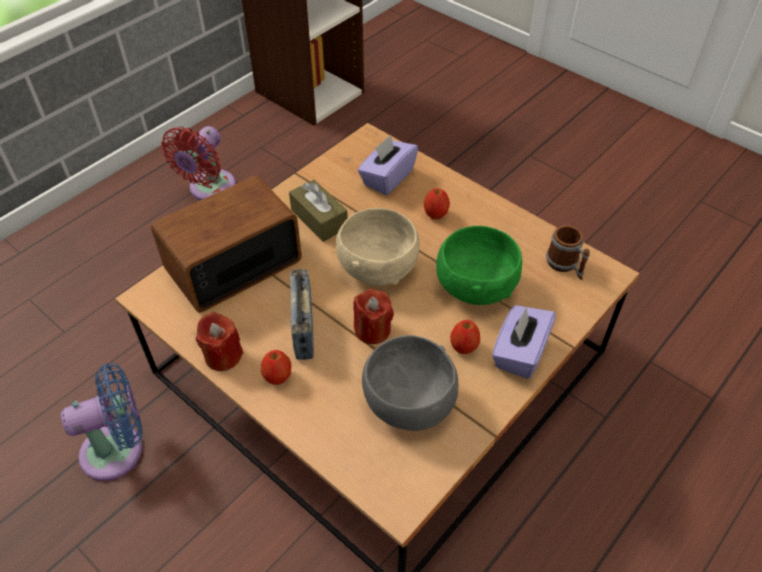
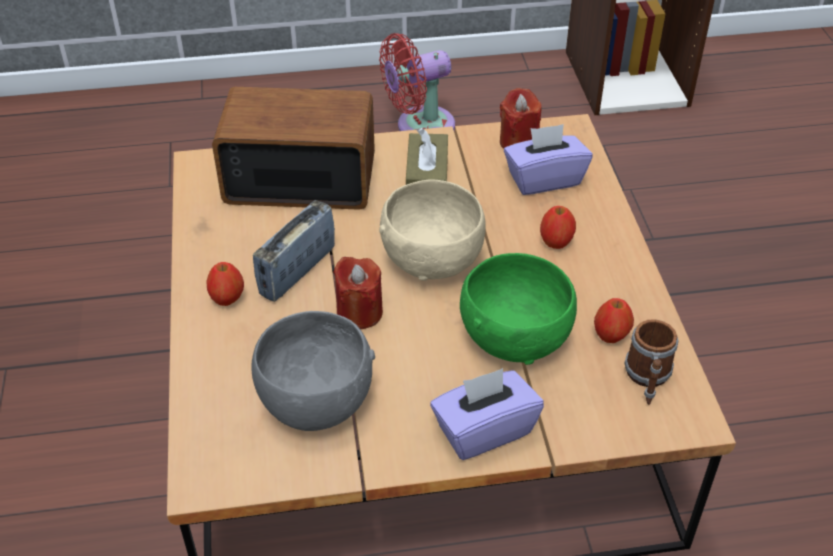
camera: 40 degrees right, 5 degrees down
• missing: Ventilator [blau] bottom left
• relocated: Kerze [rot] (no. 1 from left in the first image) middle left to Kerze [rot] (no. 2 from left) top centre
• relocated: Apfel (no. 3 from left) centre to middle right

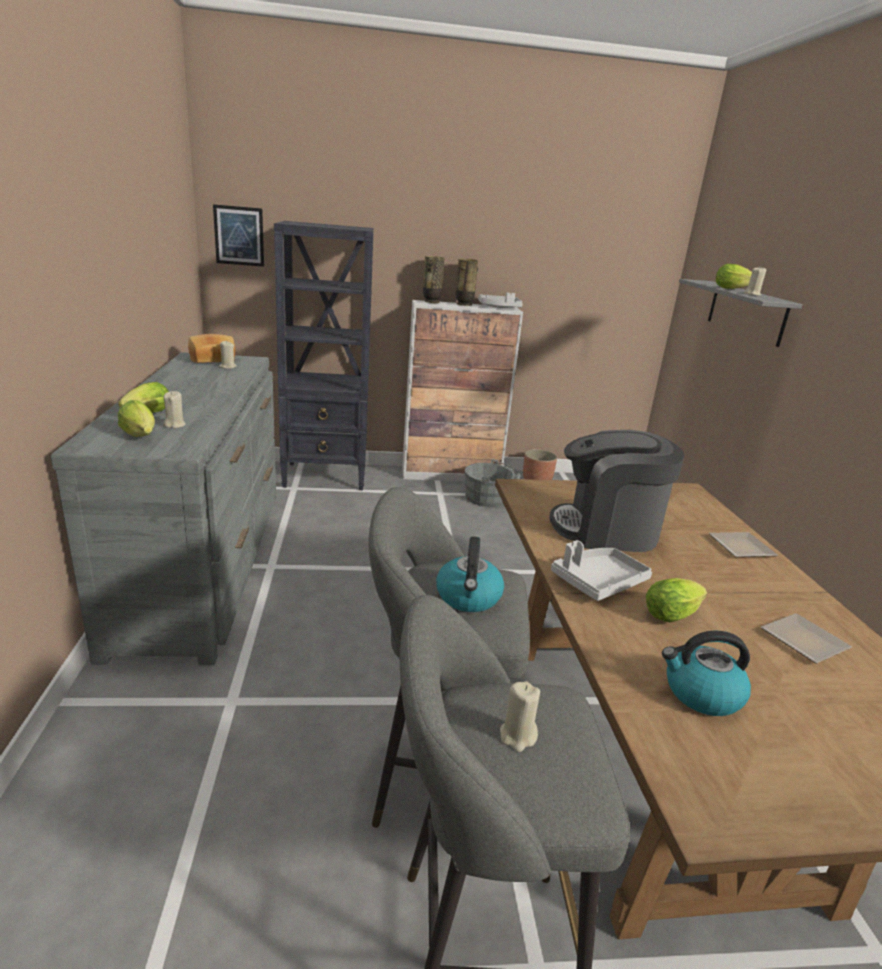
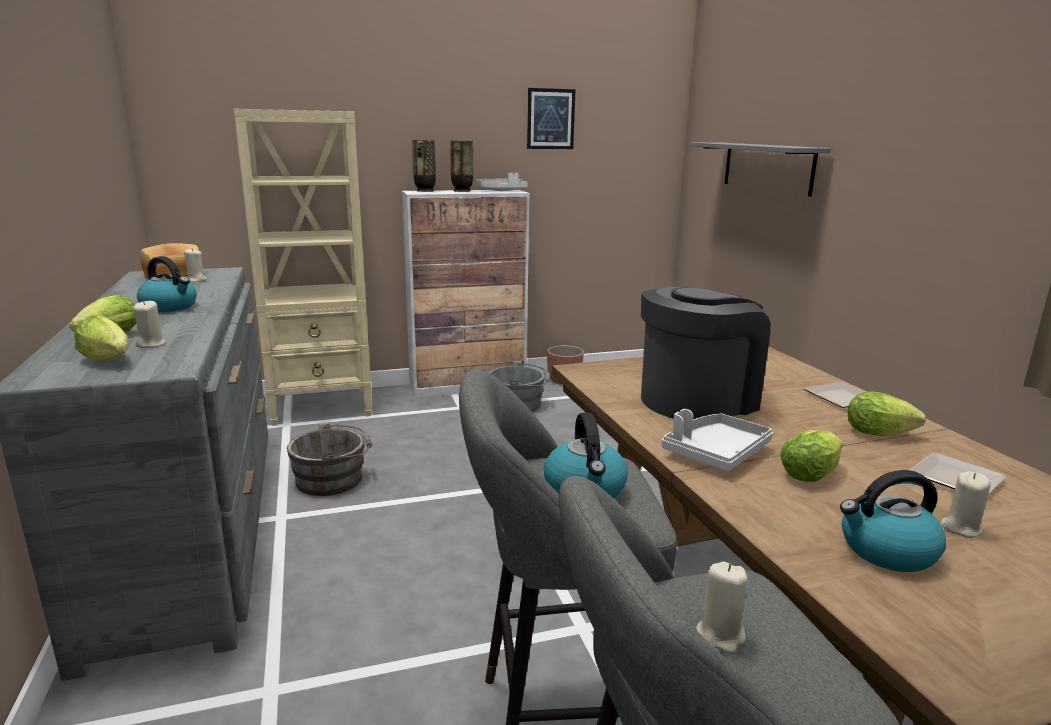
camera: 10 degrees left, 5 degrees down
• appeared: Wasserkessel (no. 1 from left) middle left
• appeared: Eimer [grau] (no. 1 from left) middle left
• relocated: Bild top left to top centre
• relocated: Salatkopf (no. 4 from left) top right to middle right
• relocated: Kerze [beige] (no. 4 from left) top right to bottom right
• colour: Bücherregal [schwarz] centre to Bücherregal [beige] middle left
• spun: Kaffeemaschine middle right = middle right 150 degrees clockwise

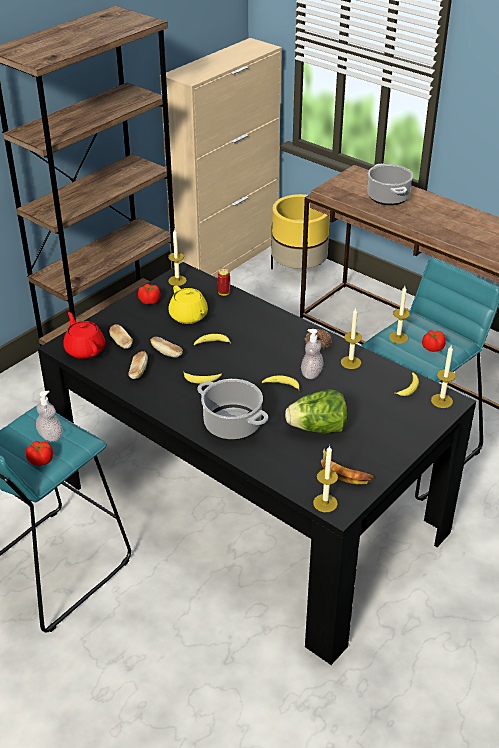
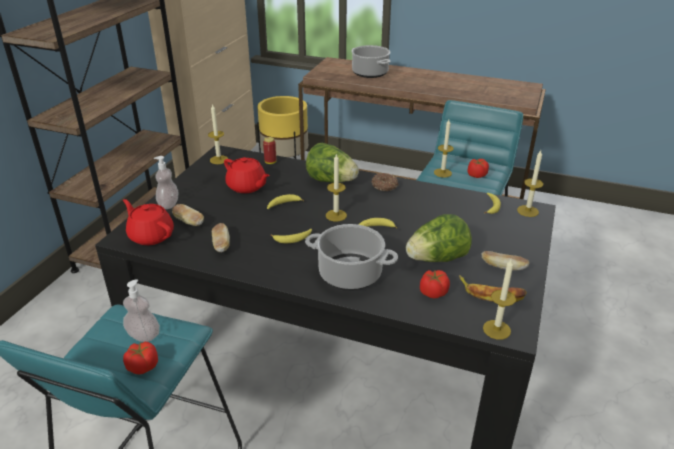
camera: 20 degrees left, 5 degrees down
• appeared: Salatkopf (no. 1 from left) centre
• relocated: Tomate (no. 2 from left) middle left to centre
• relocated: Brot (no. 3 from left) middle left to middle right
• relocated: Seifenspender (no. 2 from left) centre to middle left
• relocated: Kerze (no. 3 from left in the first image) middle right to Kerze (no. 2 from left) centre
• colour: Teekanne [gelb] centre to Teekanne [rot] (no. 2 from left) centre

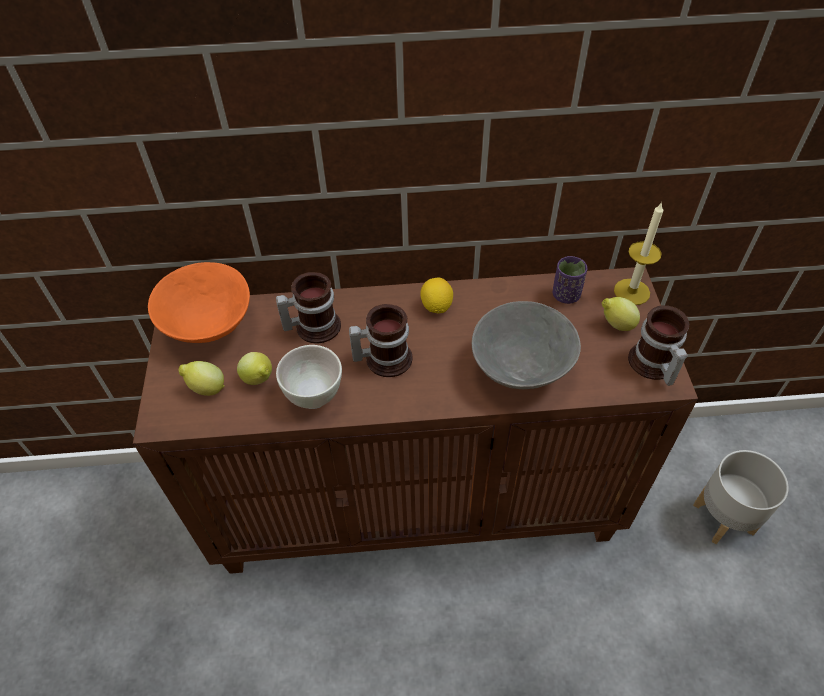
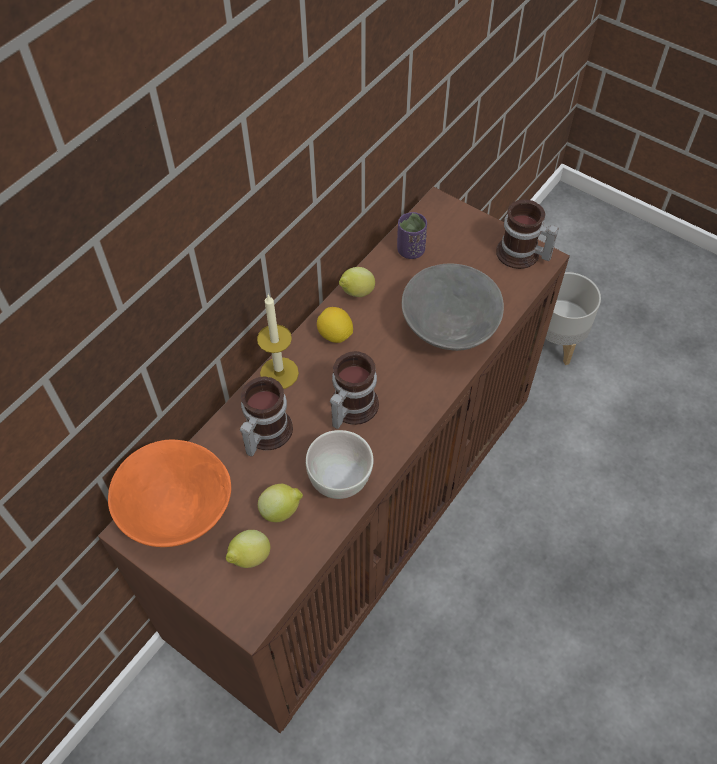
camera: 50 degrees left, 5 degrees up
• relocated: Zitrone (no. 4 from left) middle right to centre
• relocated: Kerze middle right to centre

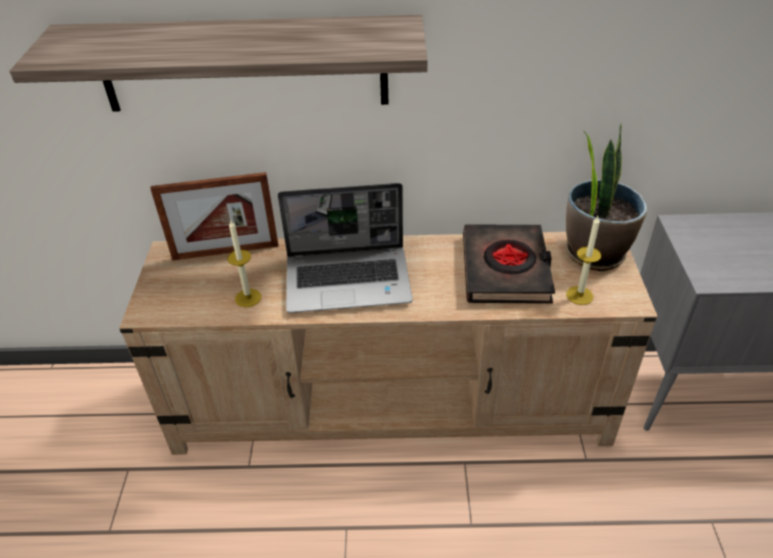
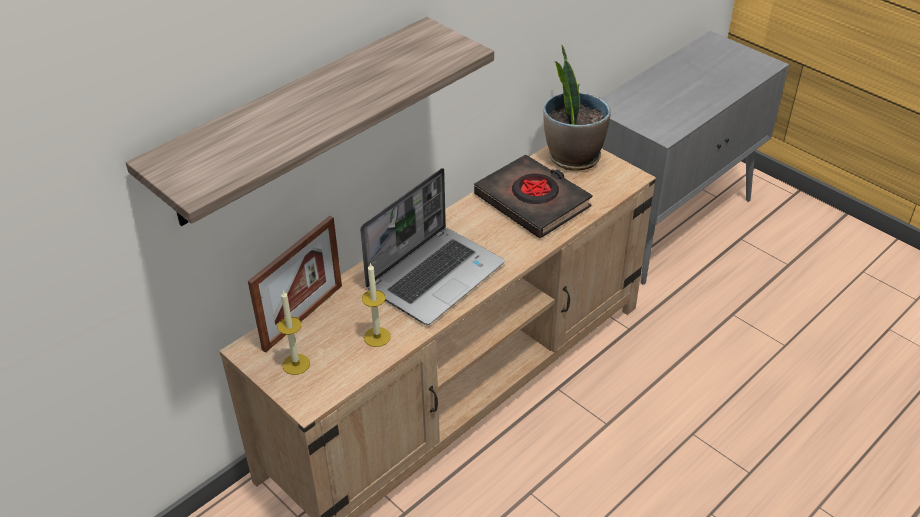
camera: 45 degrees left, 0 degrees up
• relocated: Kerze (no. 2 from left in the first image) middle right to Kerze (no. 1 from left) middle left

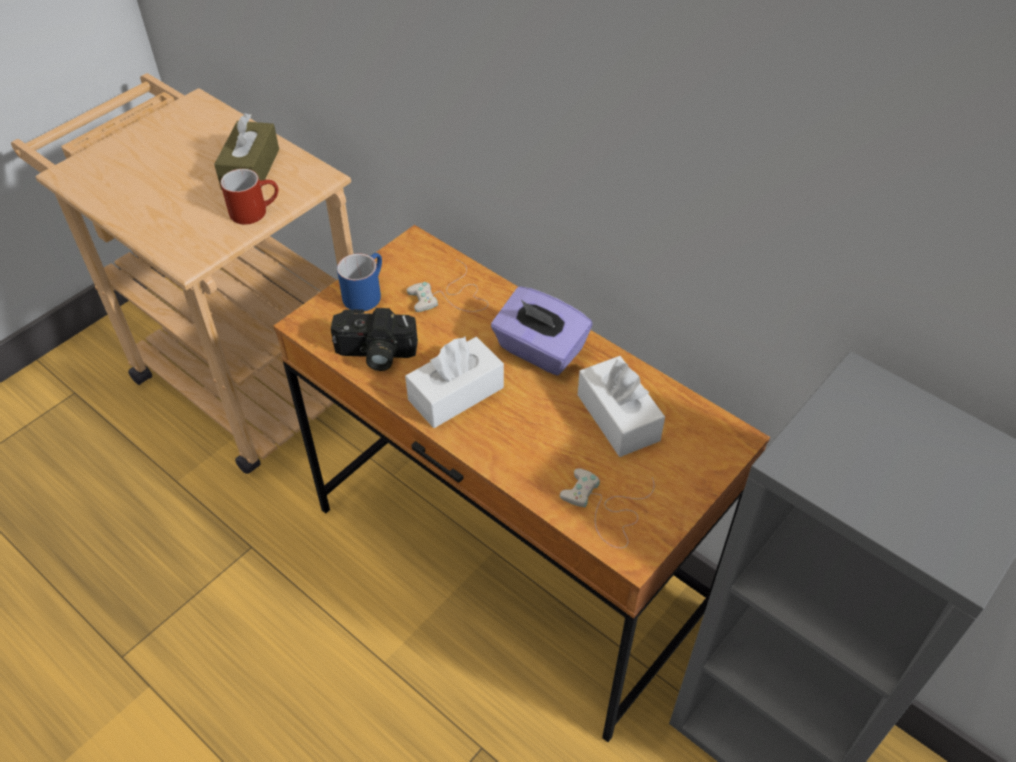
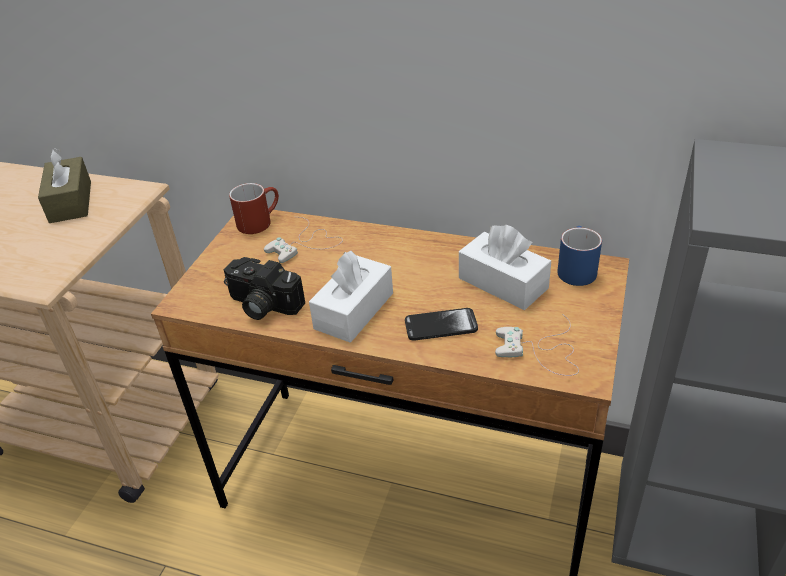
camera: 20 degrees left, 10 degrees down
• missing: Taschentuchbox [lila] centre
• appeared: Handy centre
• relocated: Henkelbecher [rot] top left to middle left
• relocated: Henkelbecher [blau] centre to middle right
• spun: Kamera centre = centre 45 degrees clockwise

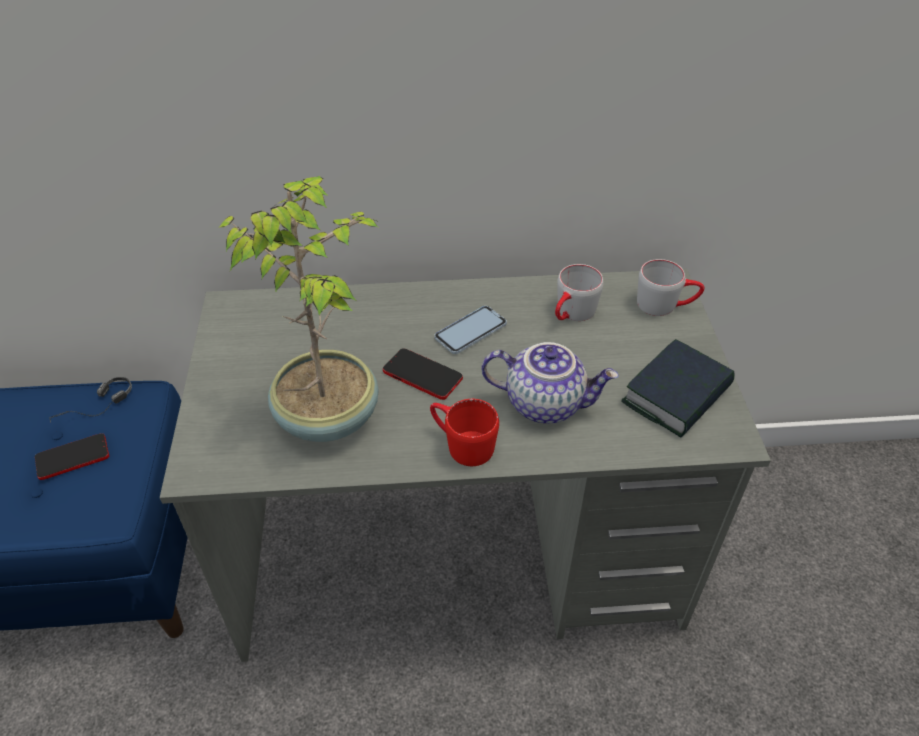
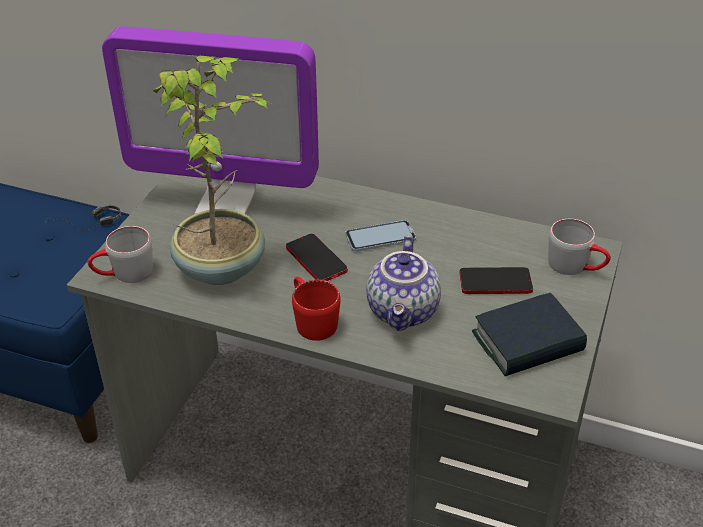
camera: 25 degrees right, 5 degrees down
• appeared: Monitor top left
• relocated: Handy (no. 1 from left in the first image) middle left to Handy (no. 3 from left) middle right
• relocated: Henkelbecher [grau] (no. 1 from left) centre to middle left
• spun: Teekanne centre = centre 60 degrees clockwise

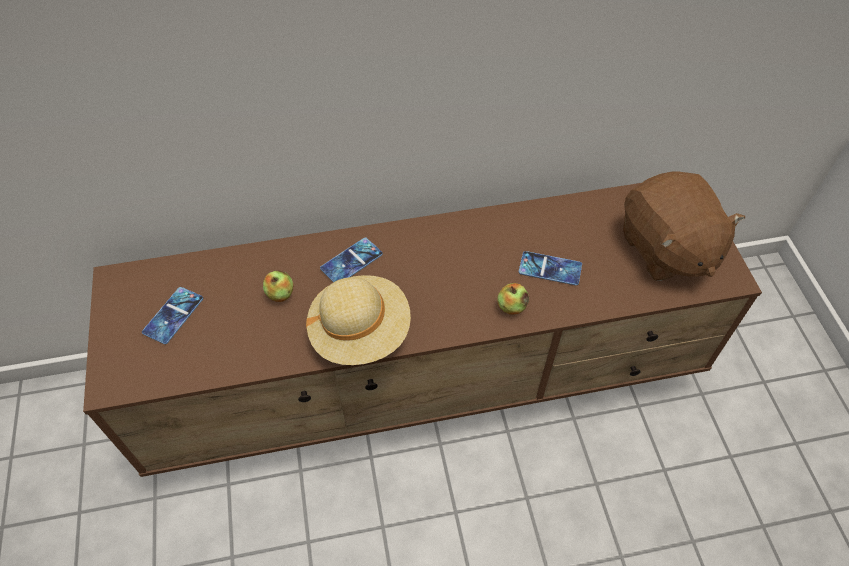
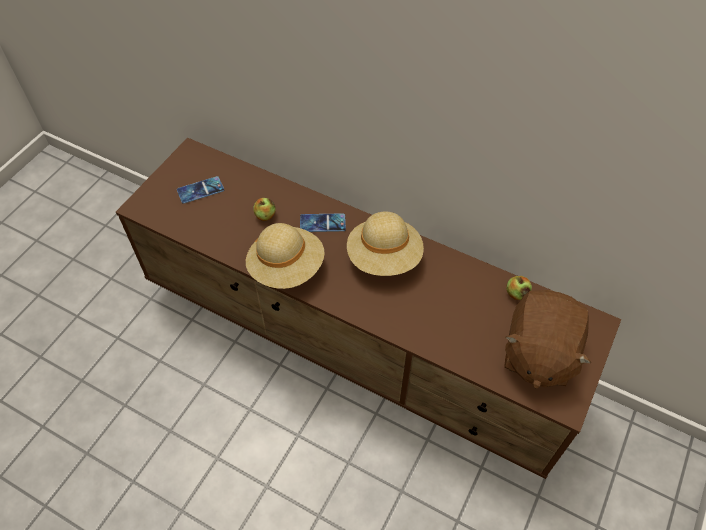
camera: 40 degrees right, 0 degrees up
• missing: Handy (no. 3 from left) centre
• appeared: Hut [beige] (no. 2 from left) centre
• relocated: Apfel (no. 2 from left) centre to middle right

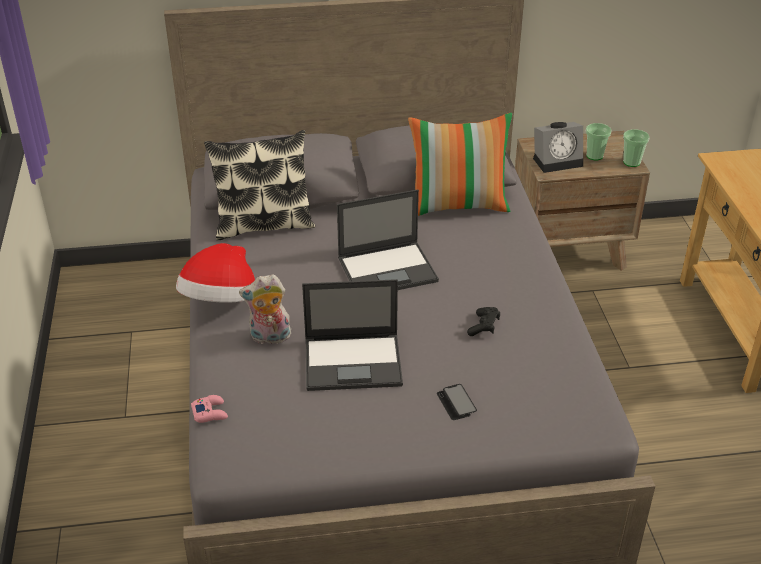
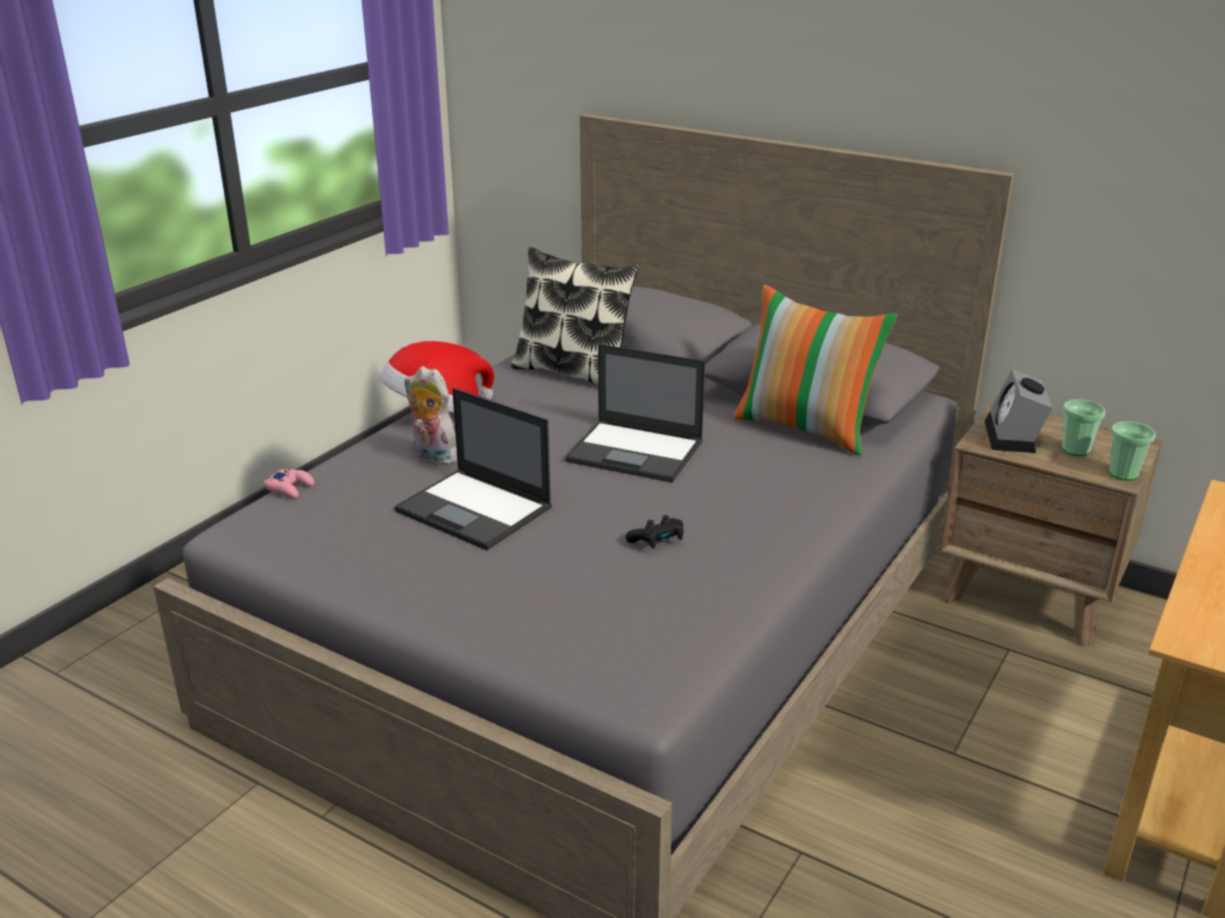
camera: 40 degrees right, 10 degrees down
• missing: Handy bottom centre
• spun: Wecker top right = middle right 75 degrees clockwise

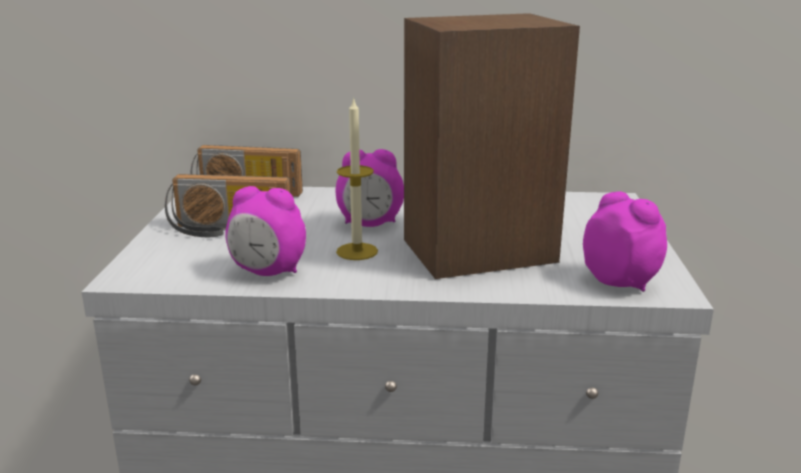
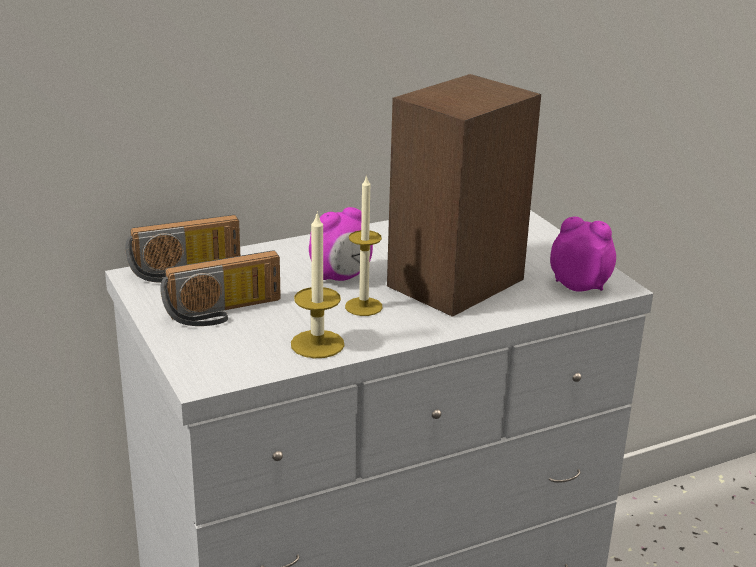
camera: 30 degrees left, 5 degrees up
• exchanged: Wecker (no. 1 from left) middle left to Kerze (no. 1 from left) centre

